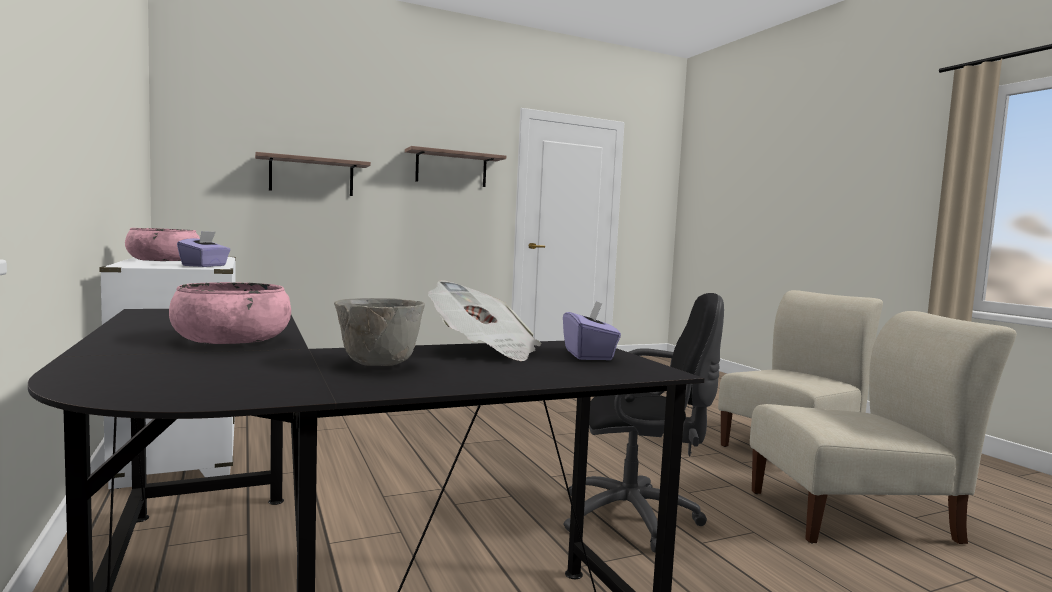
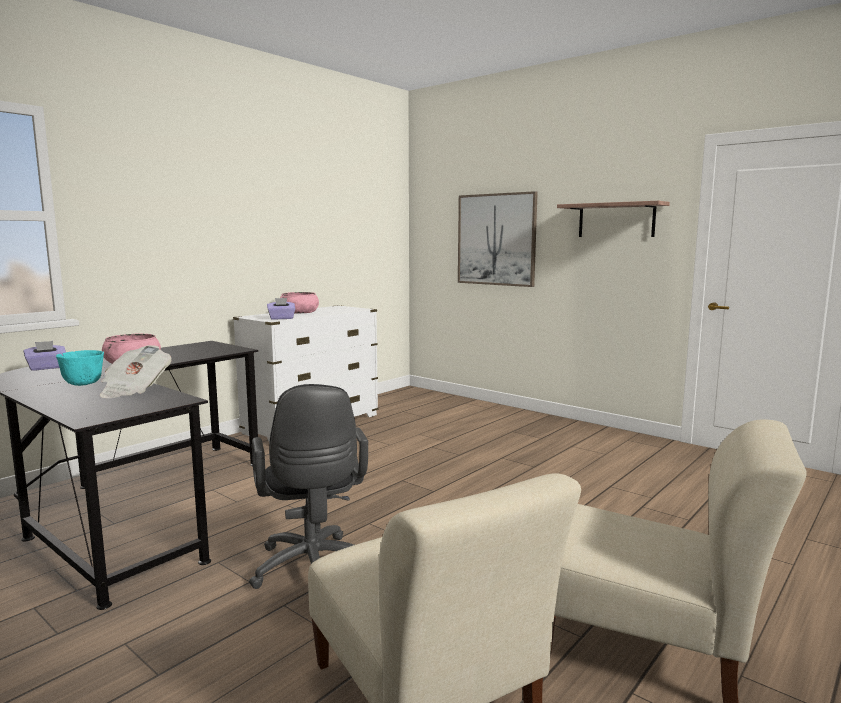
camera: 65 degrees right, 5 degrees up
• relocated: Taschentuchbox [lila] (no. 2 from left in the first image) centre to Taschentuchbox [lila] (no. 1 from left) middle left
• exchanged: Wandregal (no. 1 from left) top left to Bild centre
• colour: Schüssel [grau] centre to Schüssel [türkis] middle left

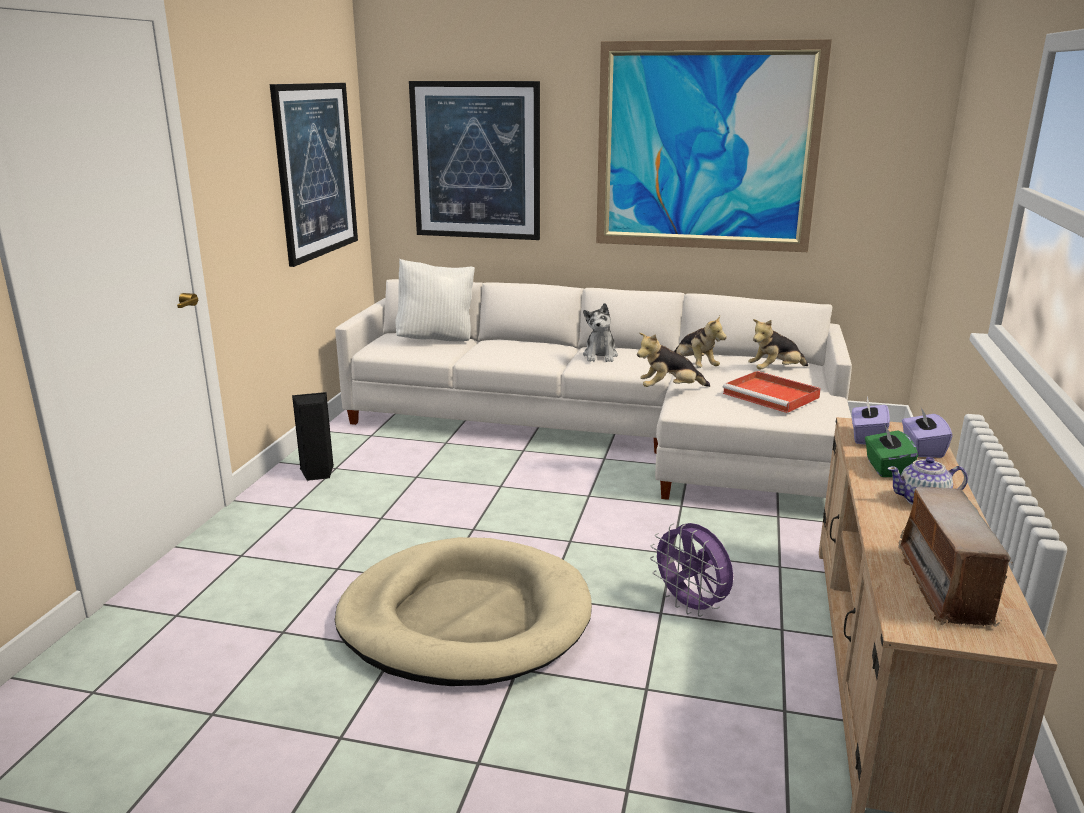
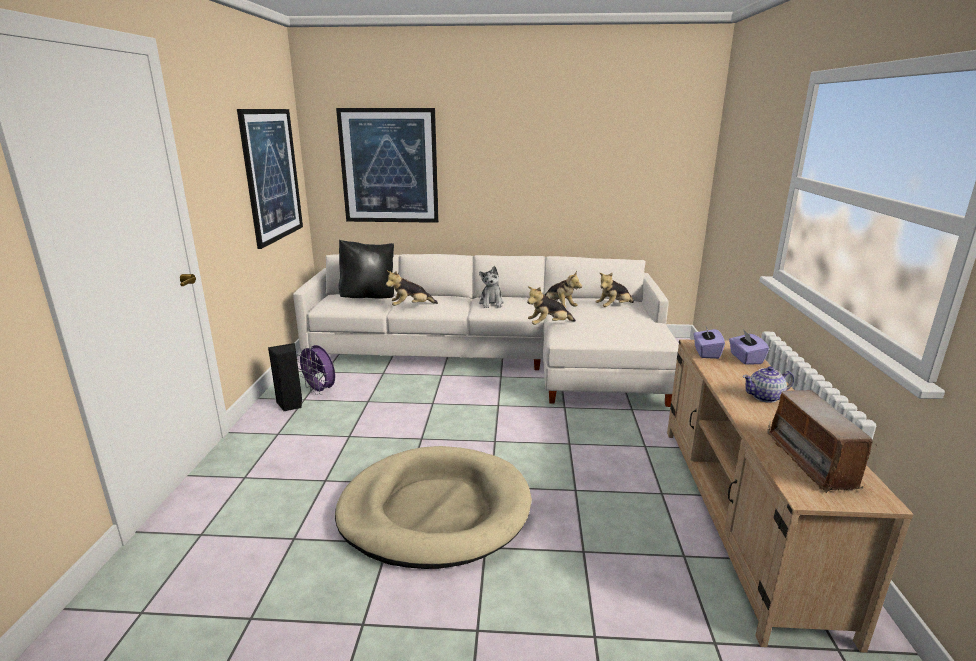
camera: 10 degrees left, 0 degrees up
• missing: Bild (no. 3 from left) top centre
• missing: Tablett [rot] middle right
• missing: Taschentuchbox [grün] middle right
• appeared: Plüschtier (no. 1 from left) centre
• relocated: Ventilator [lila] bottom centre to middle left
• colour: Kissen [weiß] centre to Kissen [schwarz] centre

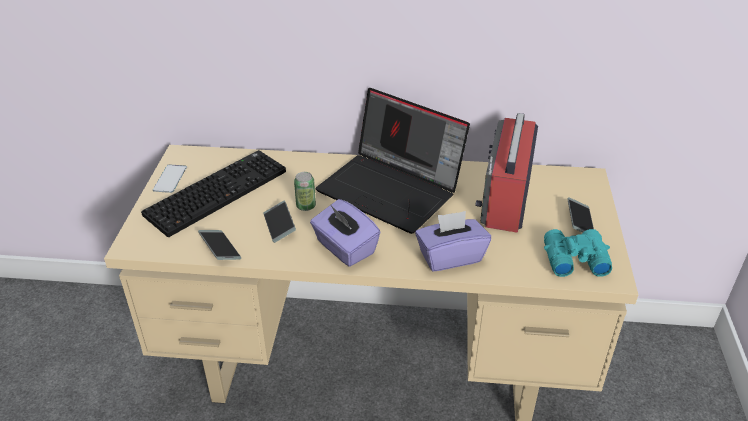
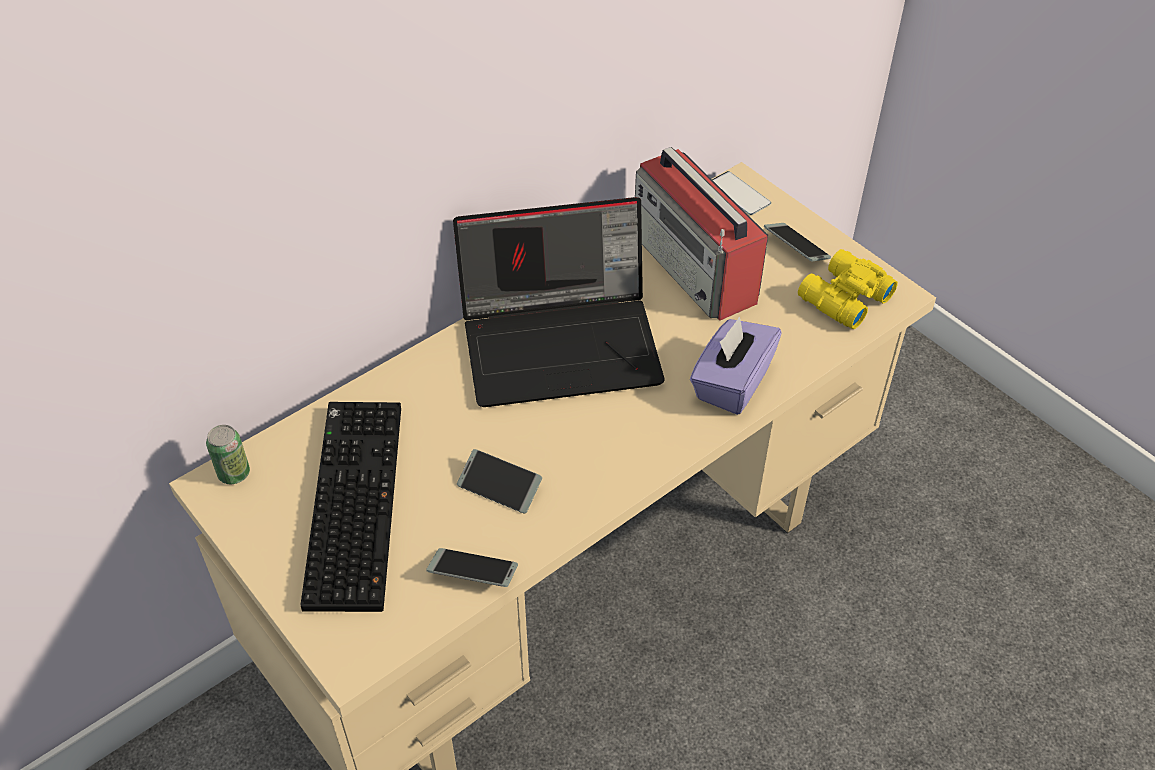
camera: 45 degrees left, 10 degrees up
• missing: Taschentuchbox [lila] (no. 1 from left) centre
• relocated: Handy (no. 1 from left in the first image) middle left to Handy (no. 3 from left) top centre
• relocated: Dose centre to middle left
• colour: Fernglas [türkis] middle right to Fernglas [gelb] middle right

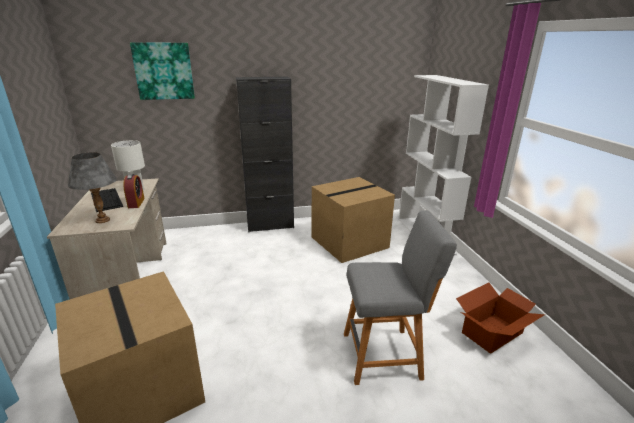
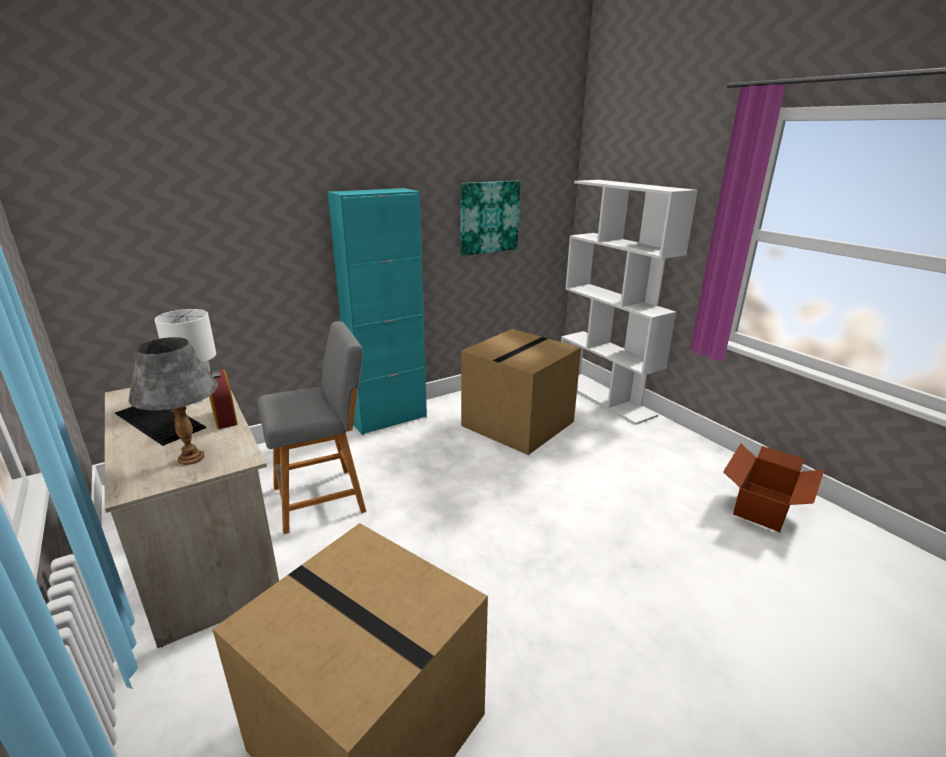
camera: 20 degrees left, 0 degrees up
• relocated: Bild top left to top centre
• relocated: Hocker [grau] bottom centre to middle left
• colour: Schrank [schwarz] centre to Schrank [türkis] centre

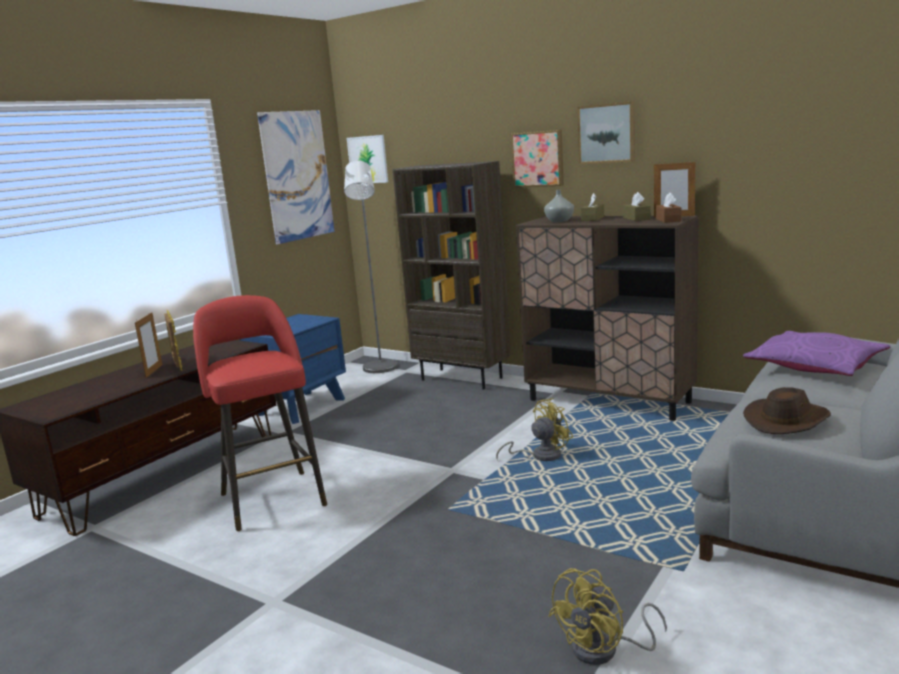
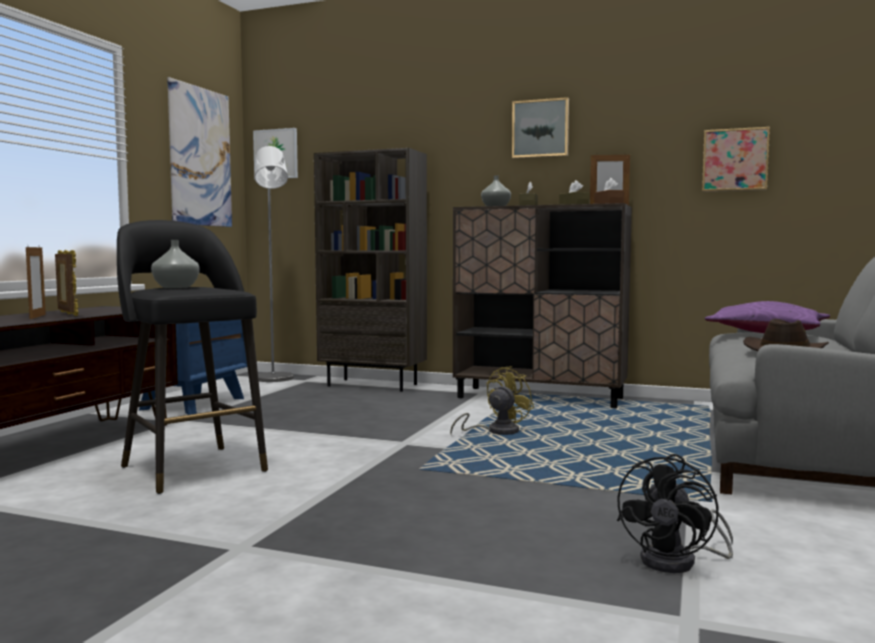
camera: 15 degrees left, 10 degrees down
• appeared: Vase [grau] (no. 1 from left) middle left
• relocated: Bild (no. 3 from left in the first image) top centre to Bild (no. 4 from left) top right
• colour: Hocker [rot] middle left to Hocker [schwarz] middle left
• colour: Ventilator [gelb] (no. 2 from left) bottom right to Ventilator [schwarz] bottom right

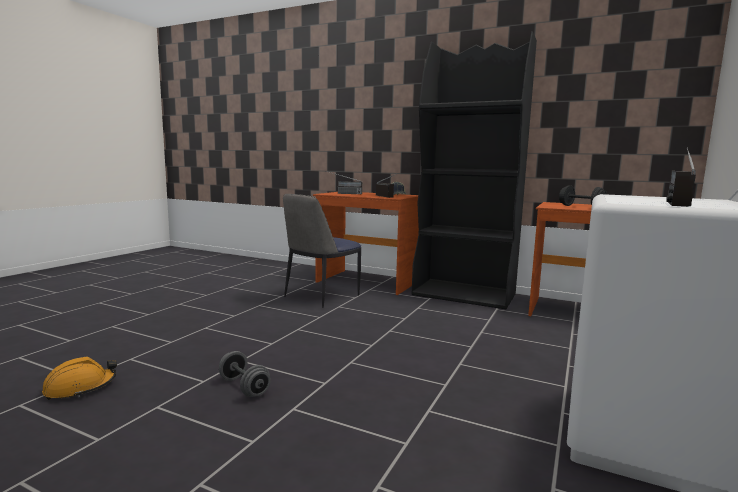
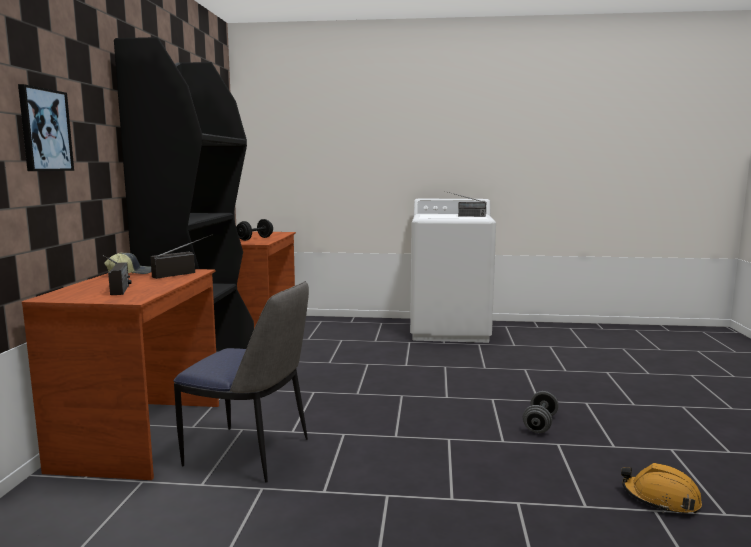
camera: 110 degrees left, 0 degrees up
• appeared: Bild top left

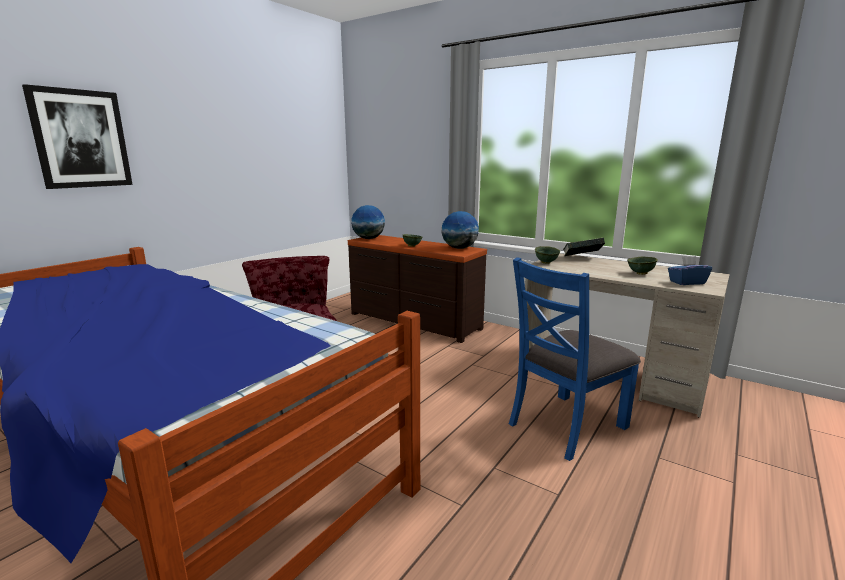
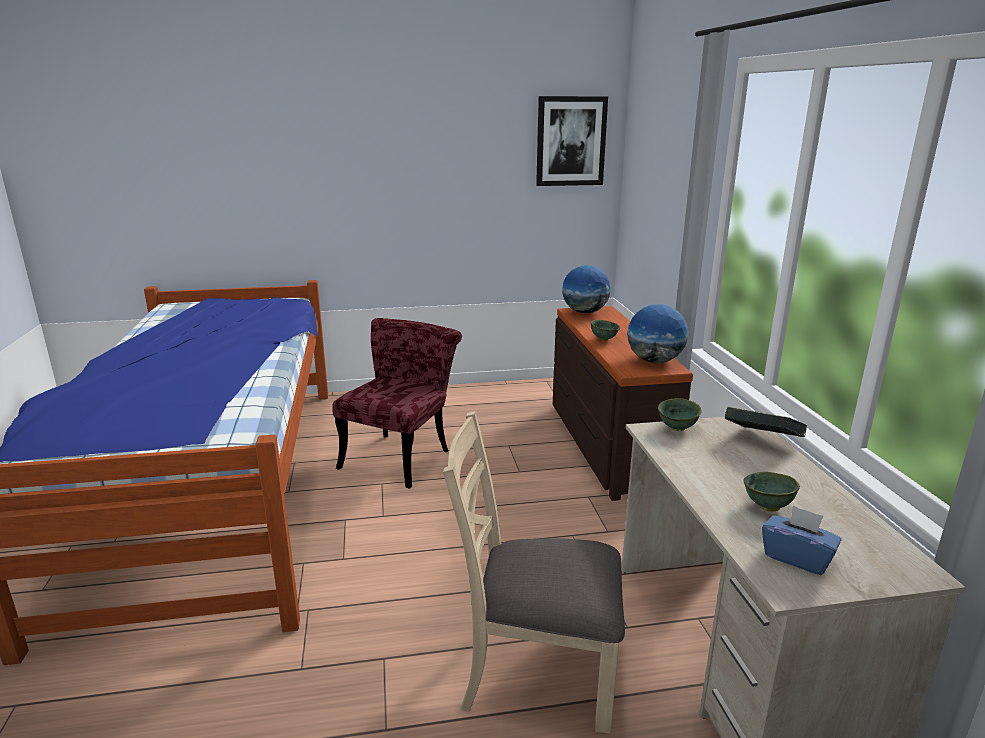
camera: 45 degrees right, 5 degrees up
• relocated: Bild top left to top centre
• colour: Stuhl [blau] middle right to Stuhl [beige] bottom centre

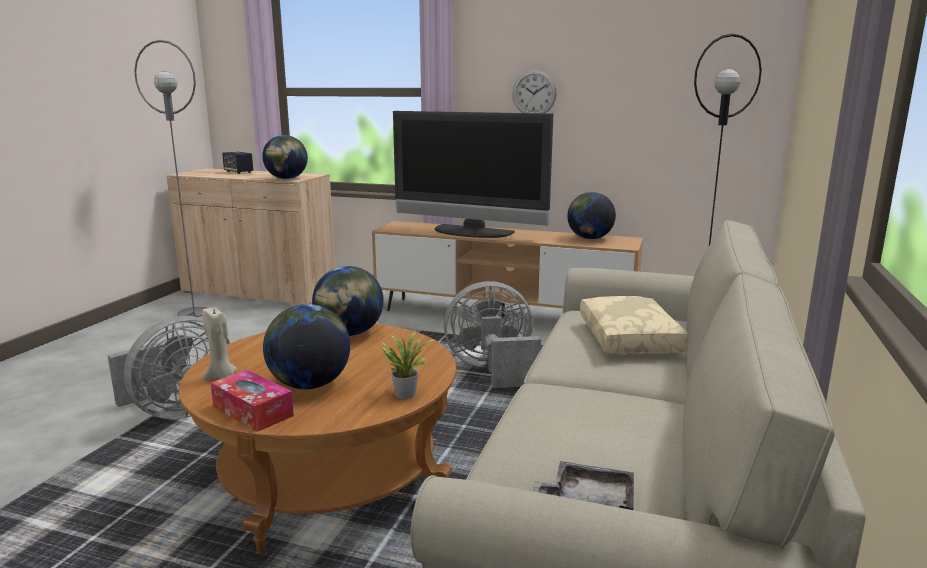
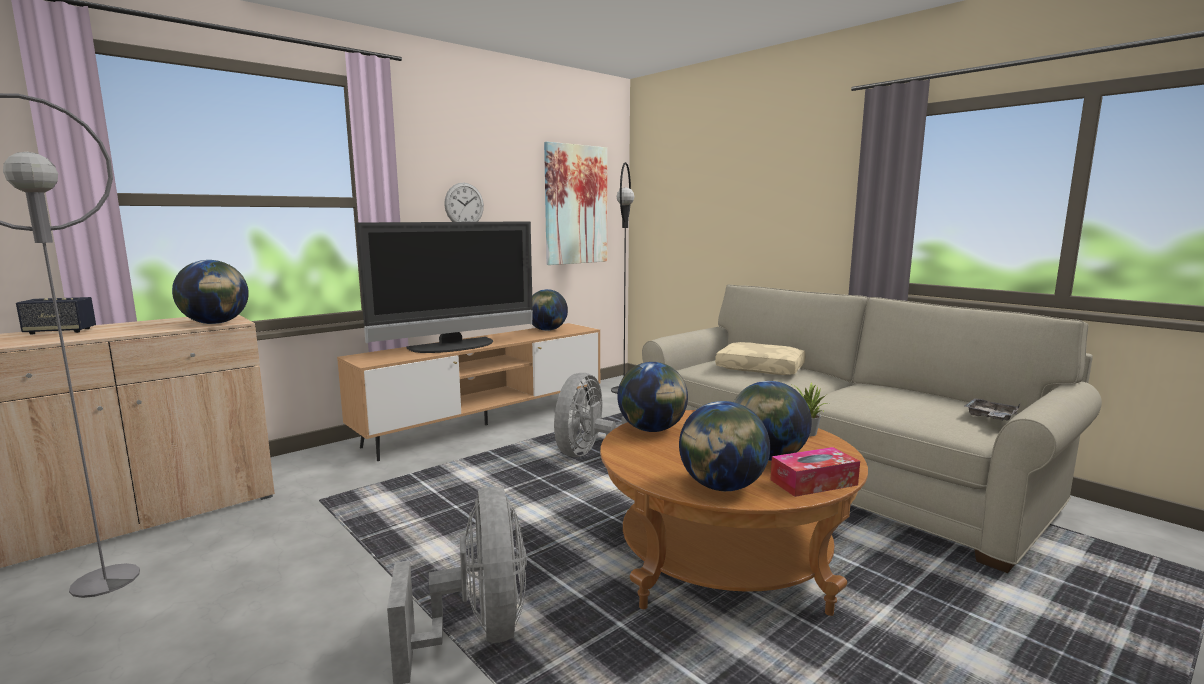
camera: 60 degrees left, 5 degrees down
• appeared: Bild top centre
• exchanged: Kerze [beige] middle left to Globus (no. 4 from left) centre

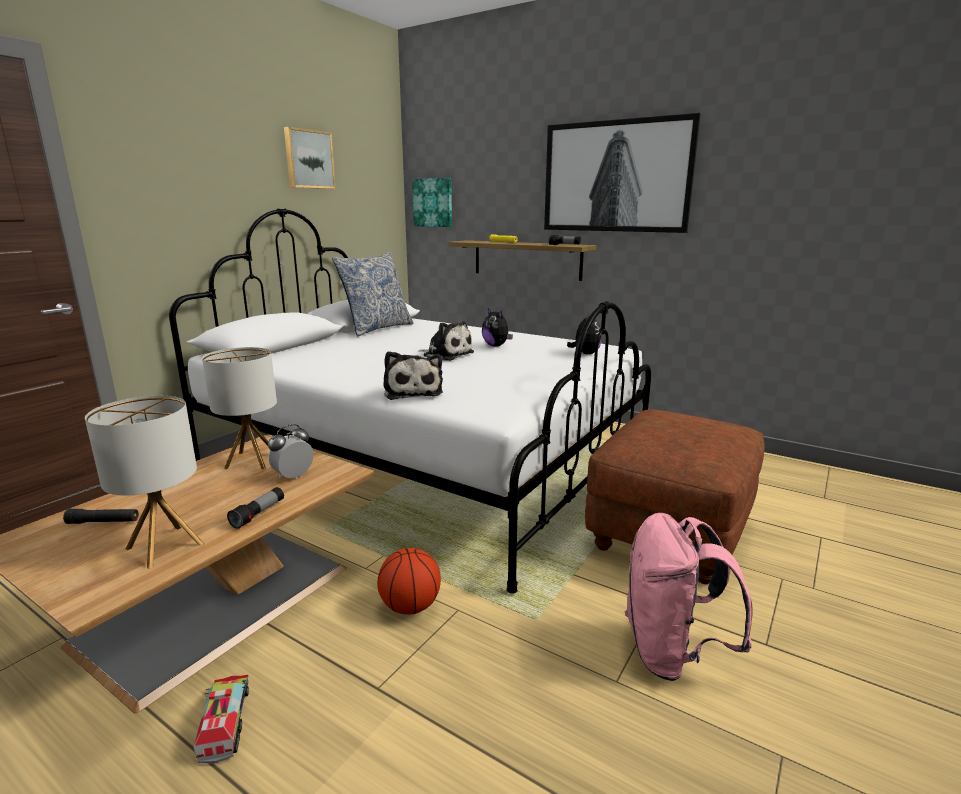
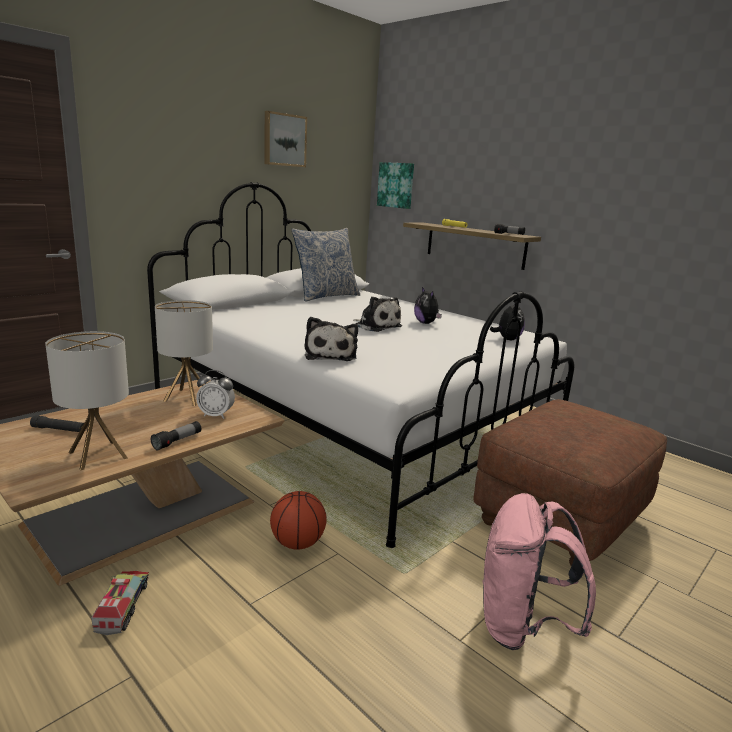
camera: 10 degrees right, 0 degrees up
• missing: Bild (no. 3 from left) top centre
• spun: Wecker middle left = middle left 135 degrees counterclockwise

